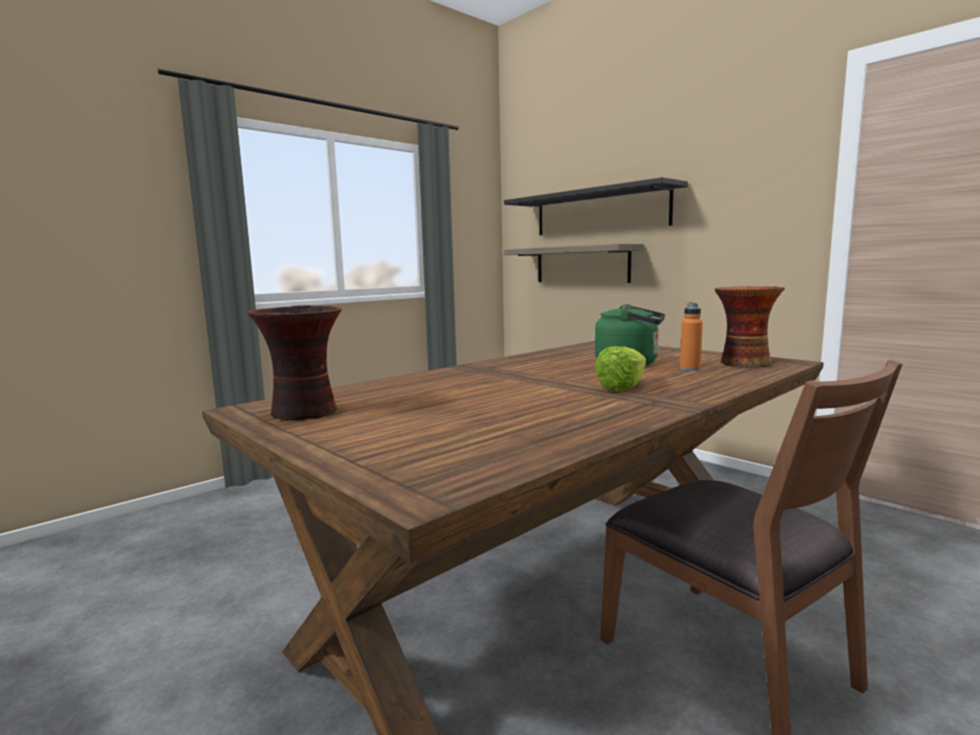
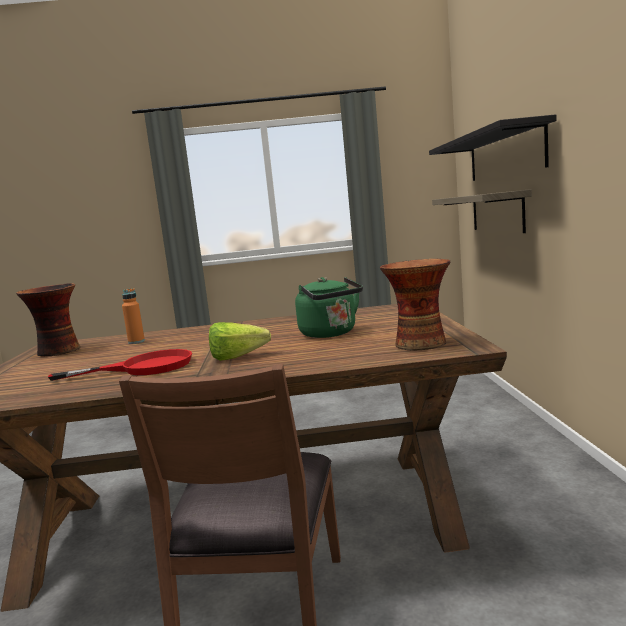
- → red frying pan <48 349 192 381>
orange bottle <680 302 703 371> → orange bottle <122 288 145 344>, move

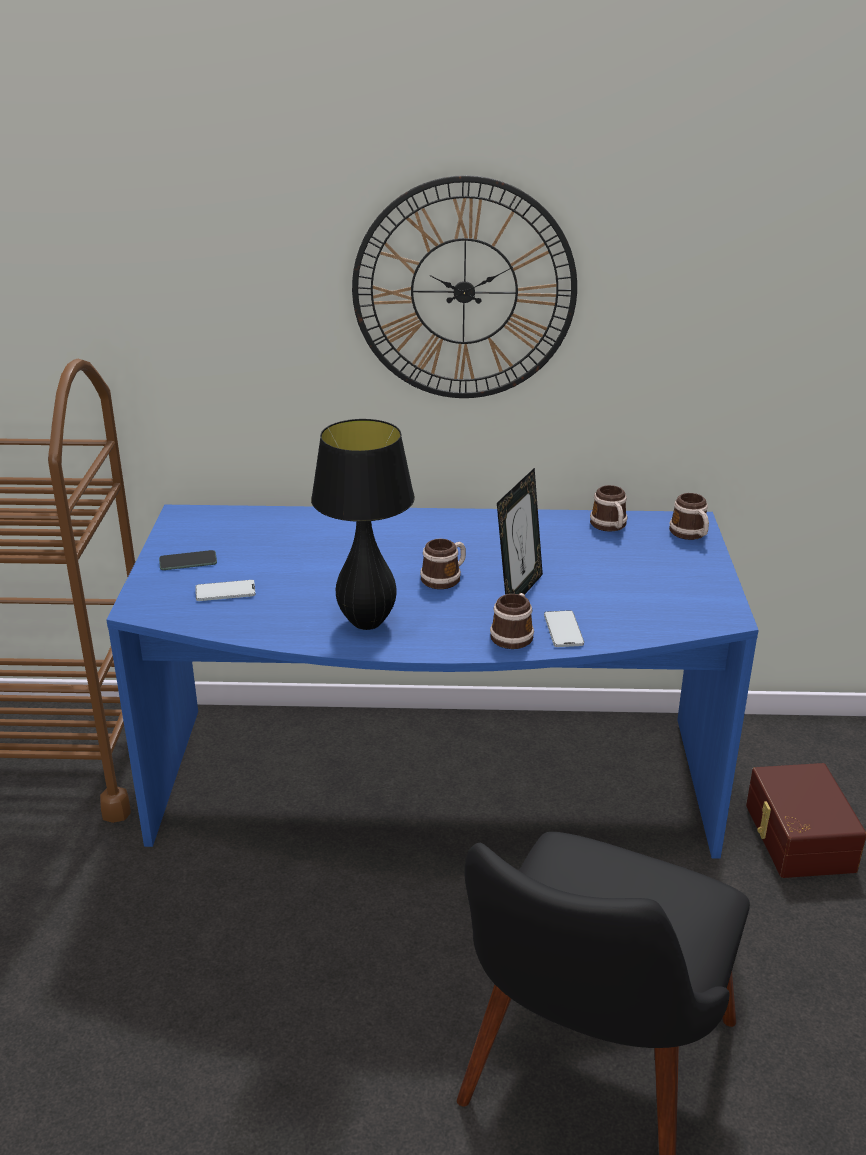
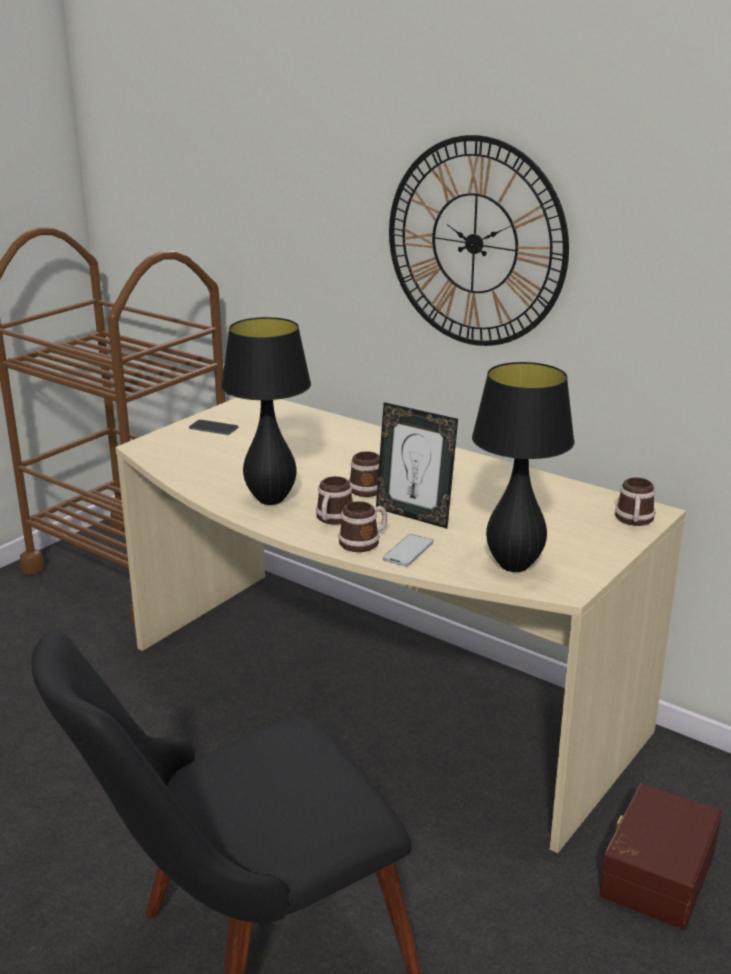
phone <196 580 256 601> → -
- → black table lamp <472 362 575 572>
mug <590 485 628 532> → mug <316 476 352 525>, move
blue desk <106 505 758 859> → beige desk <115 397 686 853>
picture frame <497 468 543 595> → picture frame <376 402 458 529>, 60 degrees clockwise

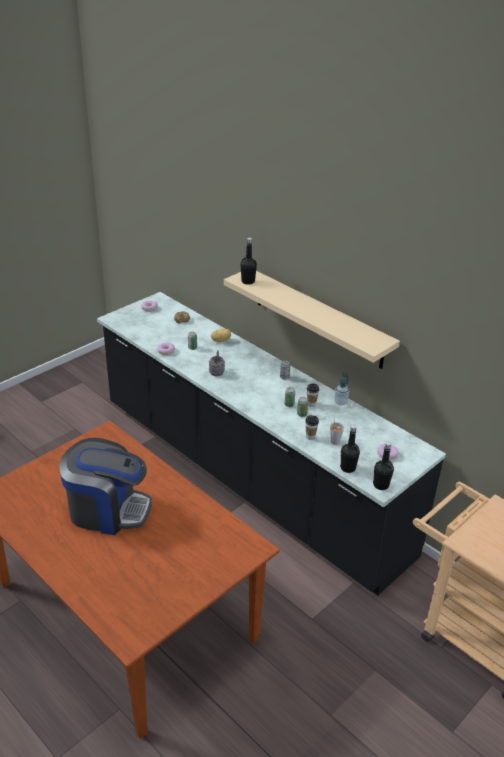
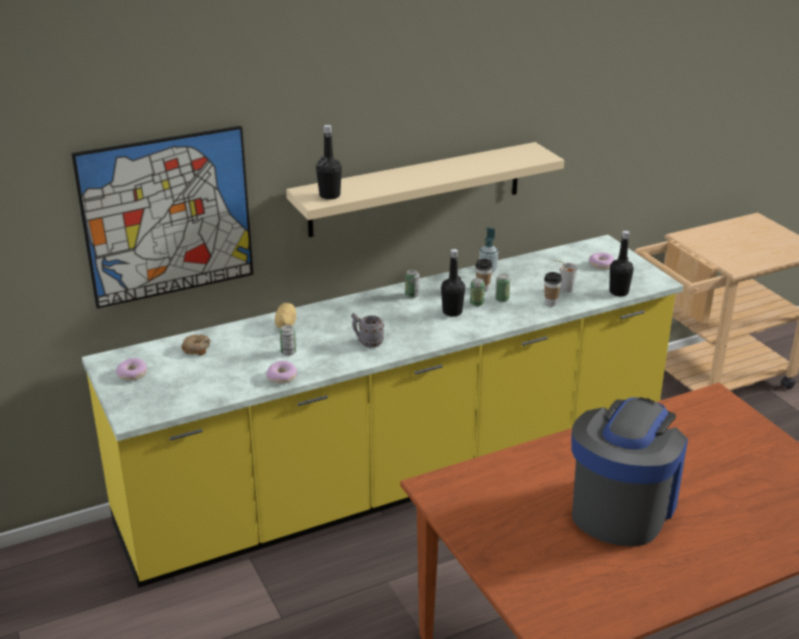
- → picture <71 126 253 309>
black bottle <373 442 394 490> → black bottle <441 249 465 317>, move
black counter <97 292 446 595> → yellow counter <82 235 684 588>

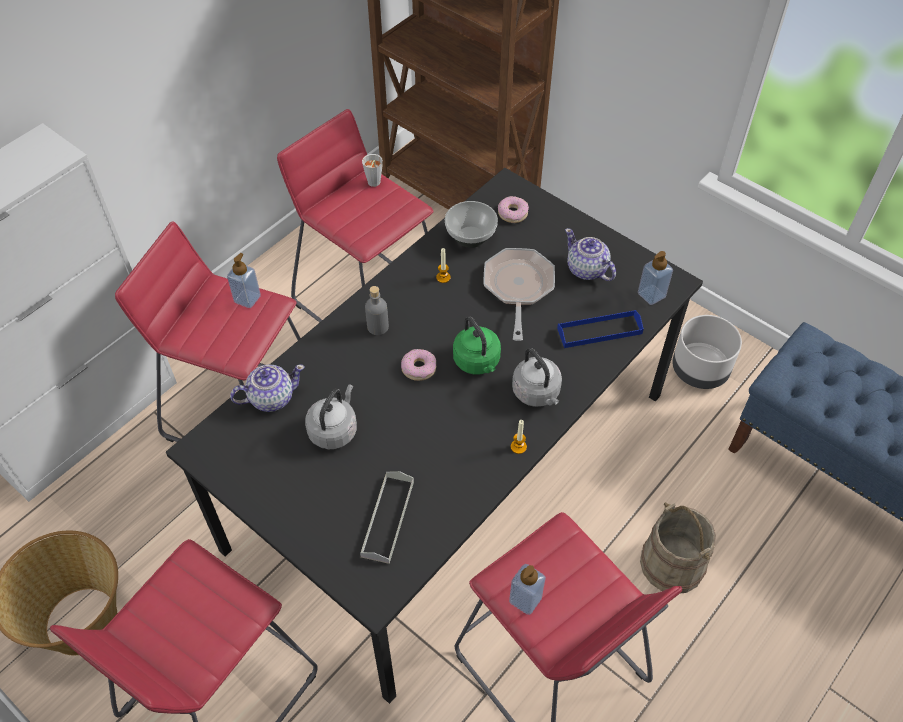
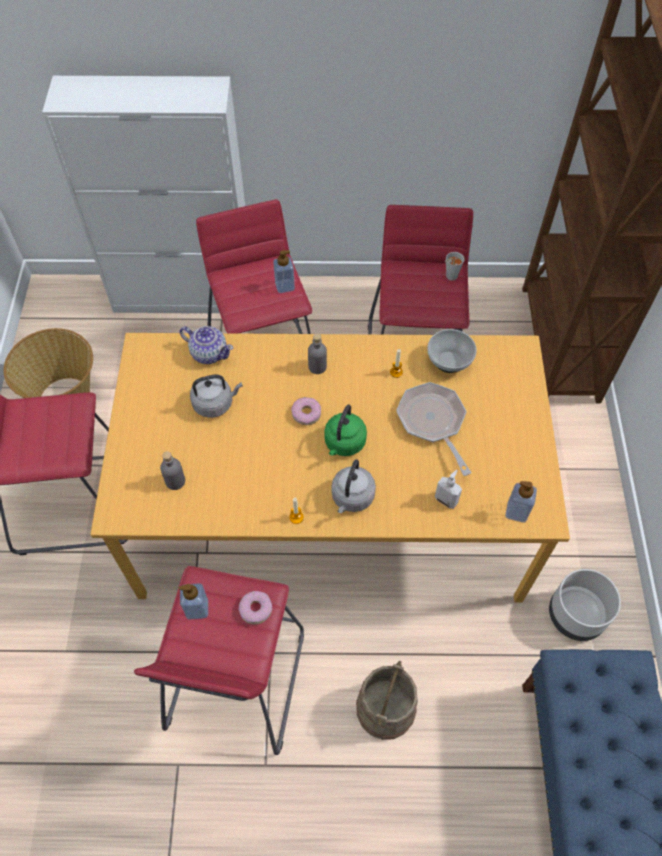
teapot <565 228 616 281> → -
donut <498 196 529 223> → donut <239 591 272 624>, move
grey tray <360 471 414 564> → grey bottle <160 451 185 490>
blue tray <557 310 644 348> → soap dispenser <435 470 462 509>
black dining table <166 168 703 704> → orange dining table <90 333 570 603>
frying pan <484 248 555 341> → frying pan <396 382 472 476>, 75 degrees counterclockwise

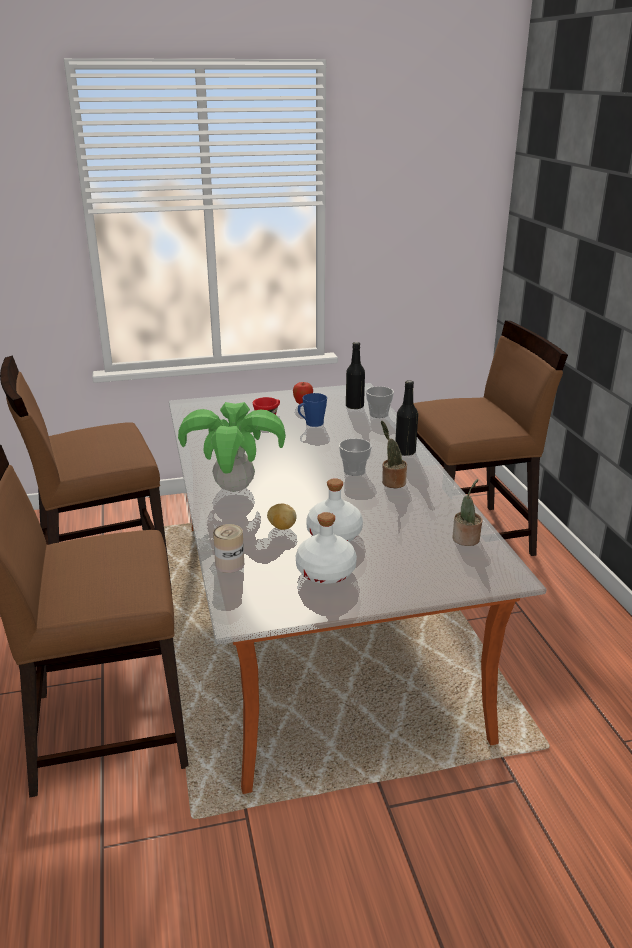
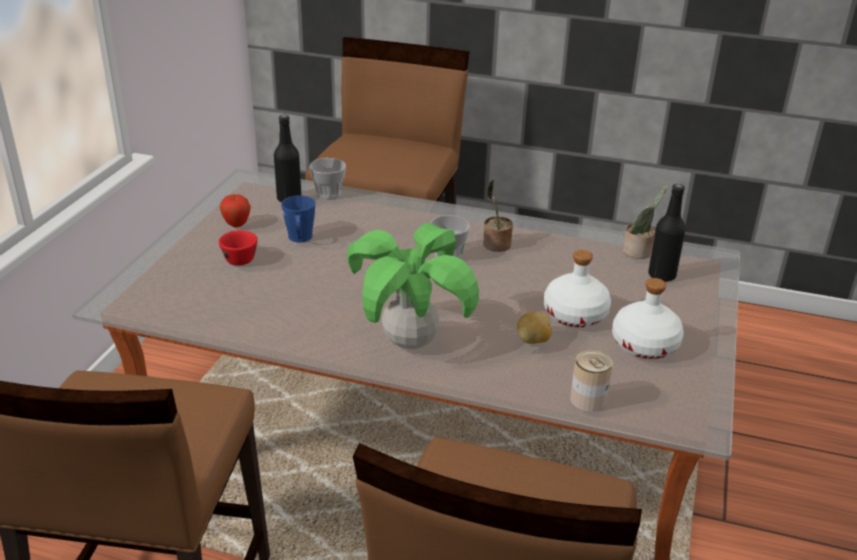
black bottle <395 380 418 456> → black bottle <648 184 686 282>, move

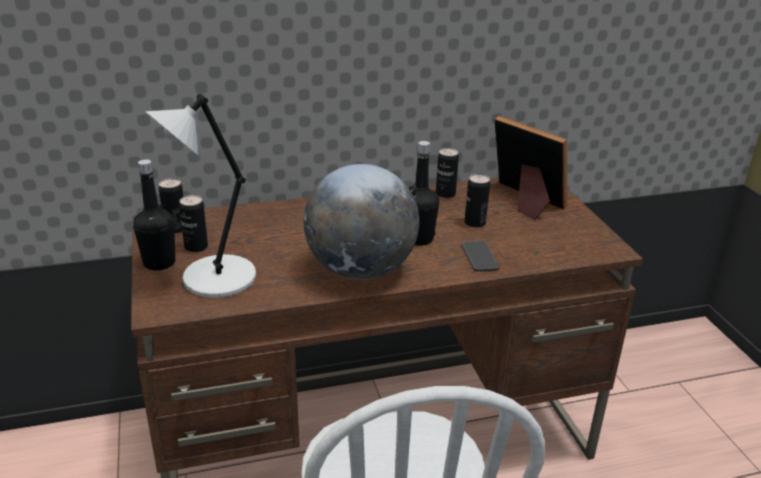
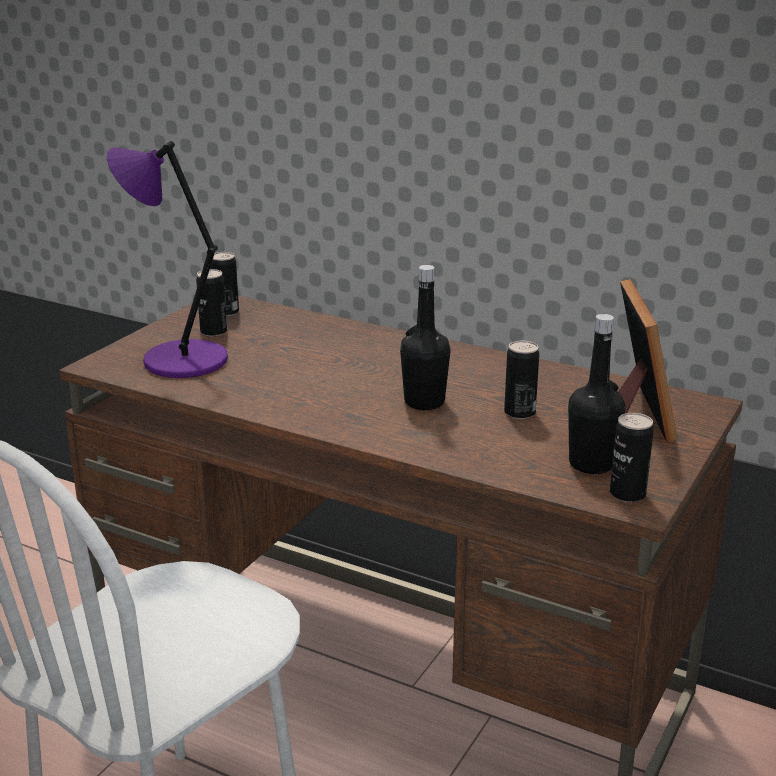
globe <304 164 419 280> → -
phone <462 241 500 271> → -
black bottle <133 159 176 271> → black bottle <568 314 625 474>, move
can <436 148 459 198> → can <610 413 654 502>, move
white table lamp <145 94 256 298> → purple table lamp <107 141 228 378>

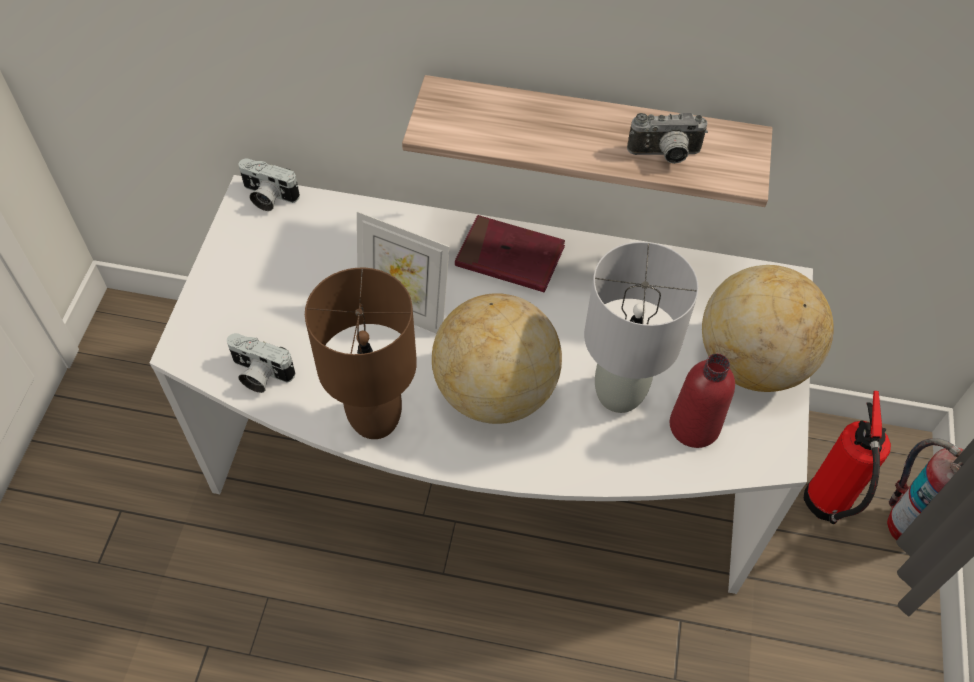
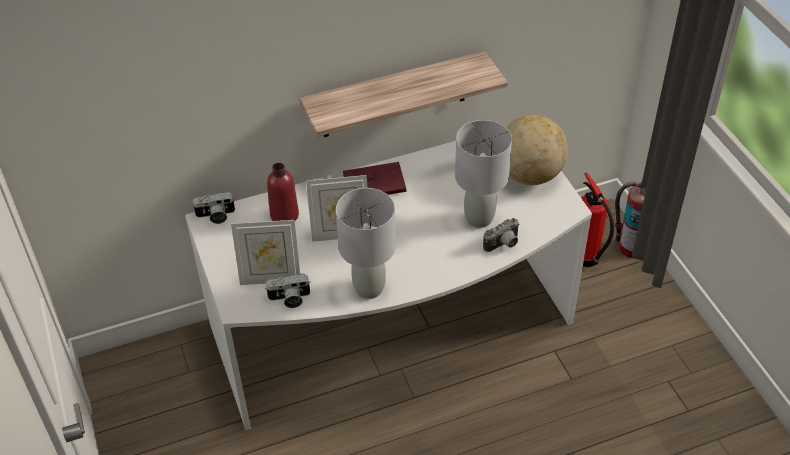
globe <432 293 562 424> → -
- → picture frame <231 220 300 285>
photo camera <627 113 708 164> → photo camera <483 218 520 252>, move
red bottle <670 354 735 448> → red bottle <267 163 299 221>, move
brown table lamp <305 268 417 439> → grey table lamp <336 188 396 299>

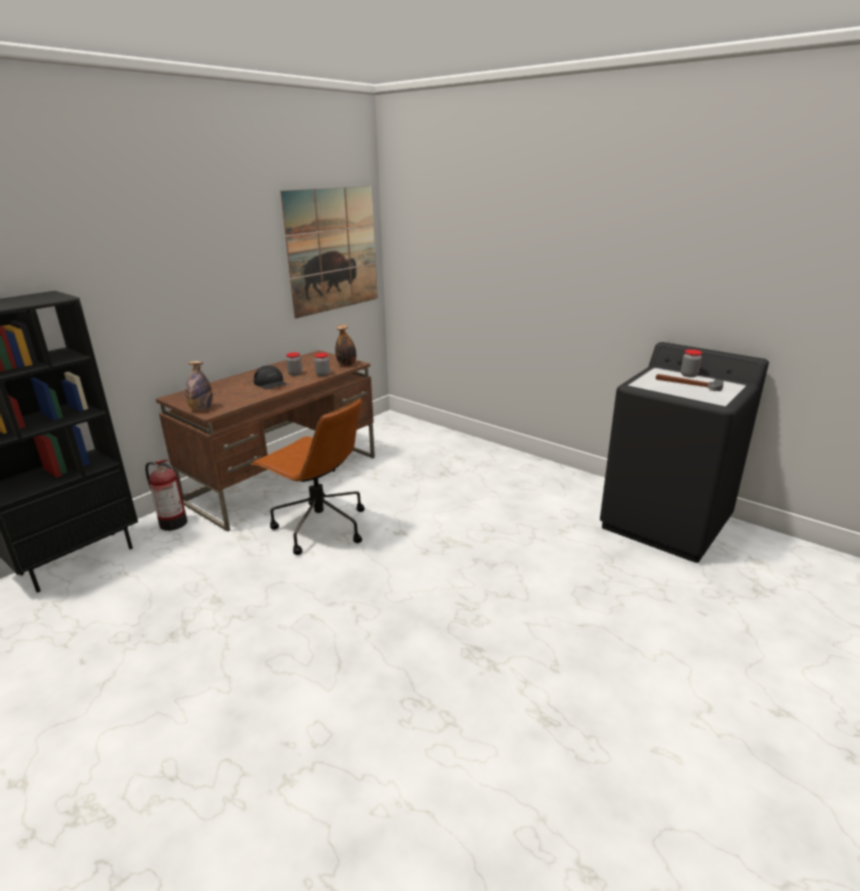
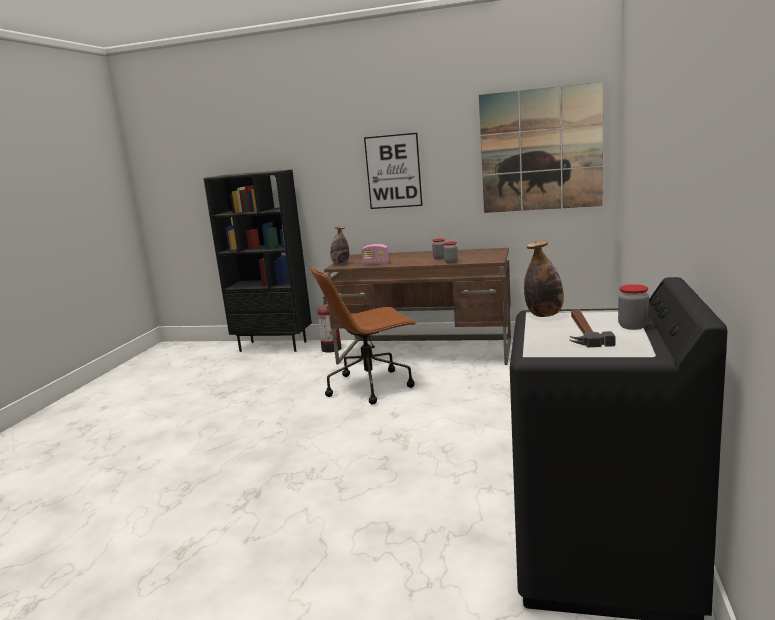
black cap <254 365 288 389> → -
- → radio <361 244 389 265>
- → picture <364 133 423 209>
bottle <335 325 356 366> → bottle <524 240 564 317>, move
brown office chair <251 398 365 555> → brown office chair <311 266 417 405>, 60 degrees clockwise

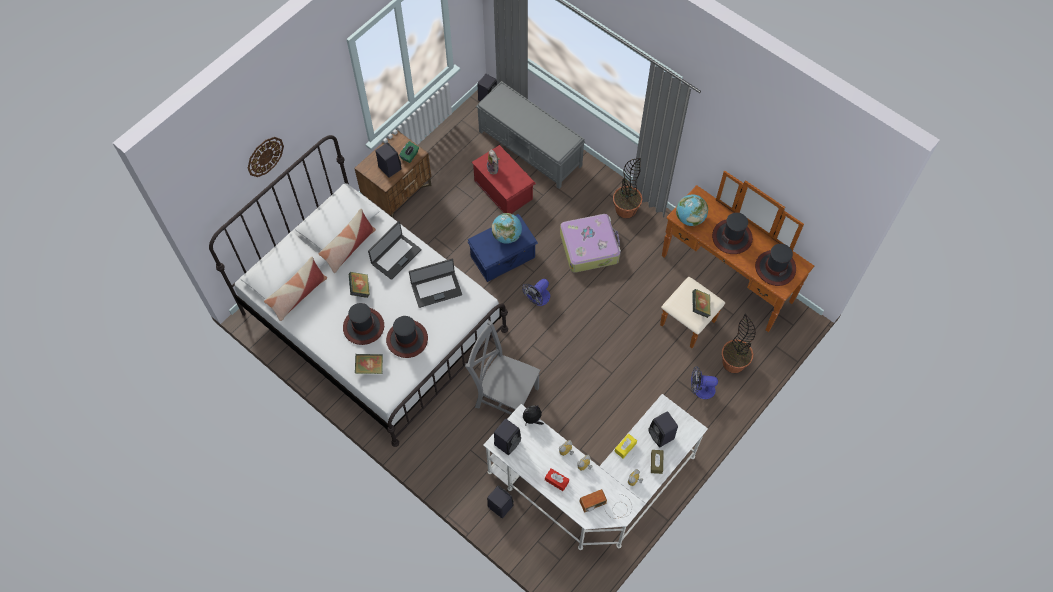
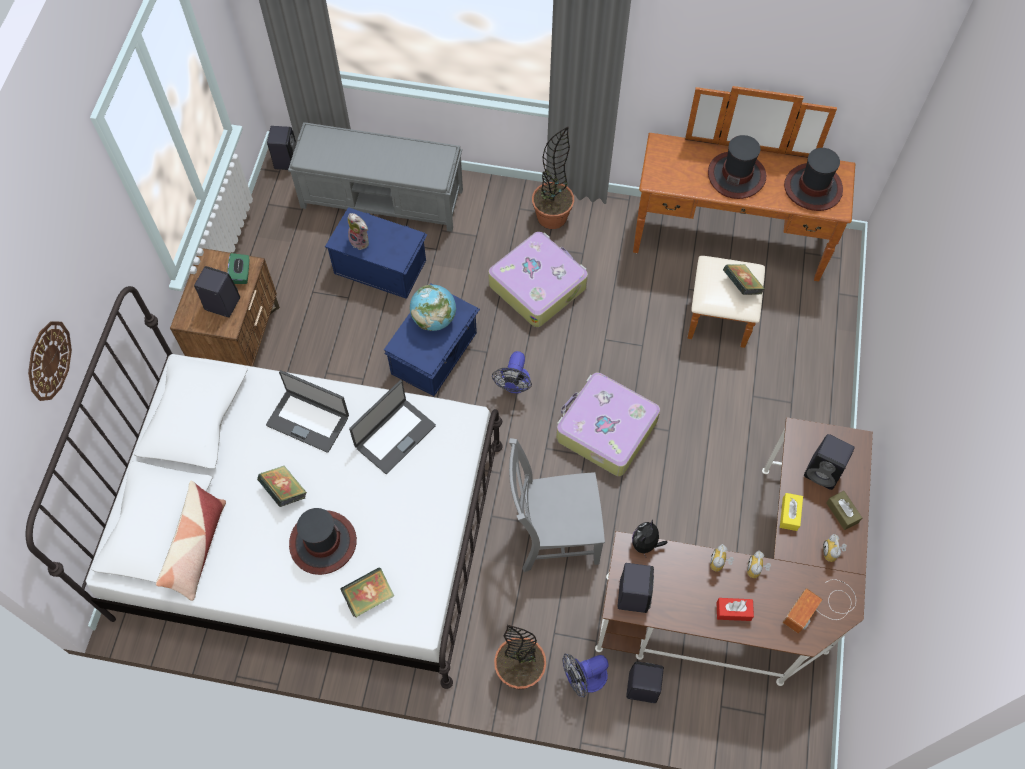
pillow <318 209 376 273> → -
hat <386 316 428 358> → -
globe <676 195 708 226> → -
- → suitcase <556 373 660 476>
fan <691 366 718 399> → fan <562 654 609 698>, move
potted plant <722 314 756 373> → potted plant <494 625 546 689>, move
red storage box <472 145 536 214> → blue storage box <325 207 428 299>
white desk <483 394 708 550> → brown desk <595 417 873 686>
laptop <368 221 422 280> → laptop <266 370 349 453>, 105 degrees clockwise

